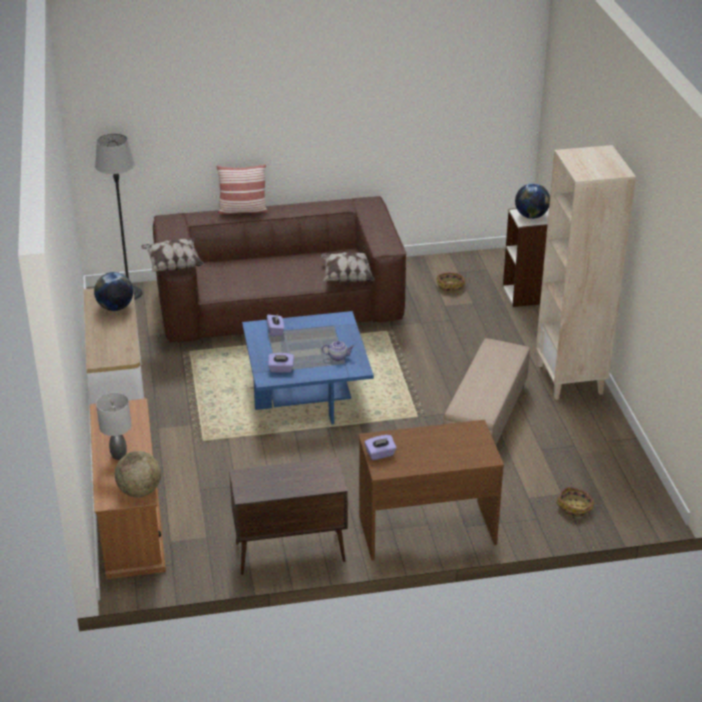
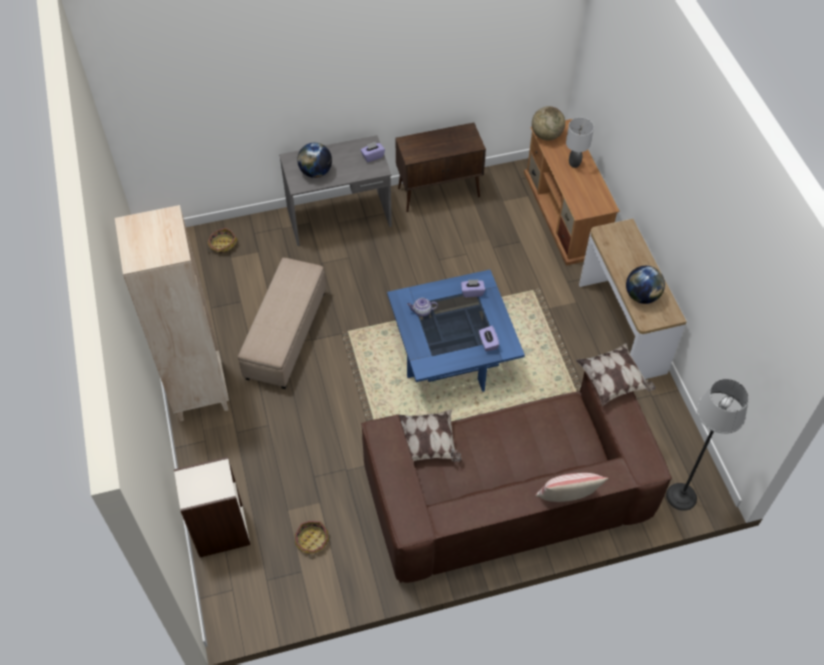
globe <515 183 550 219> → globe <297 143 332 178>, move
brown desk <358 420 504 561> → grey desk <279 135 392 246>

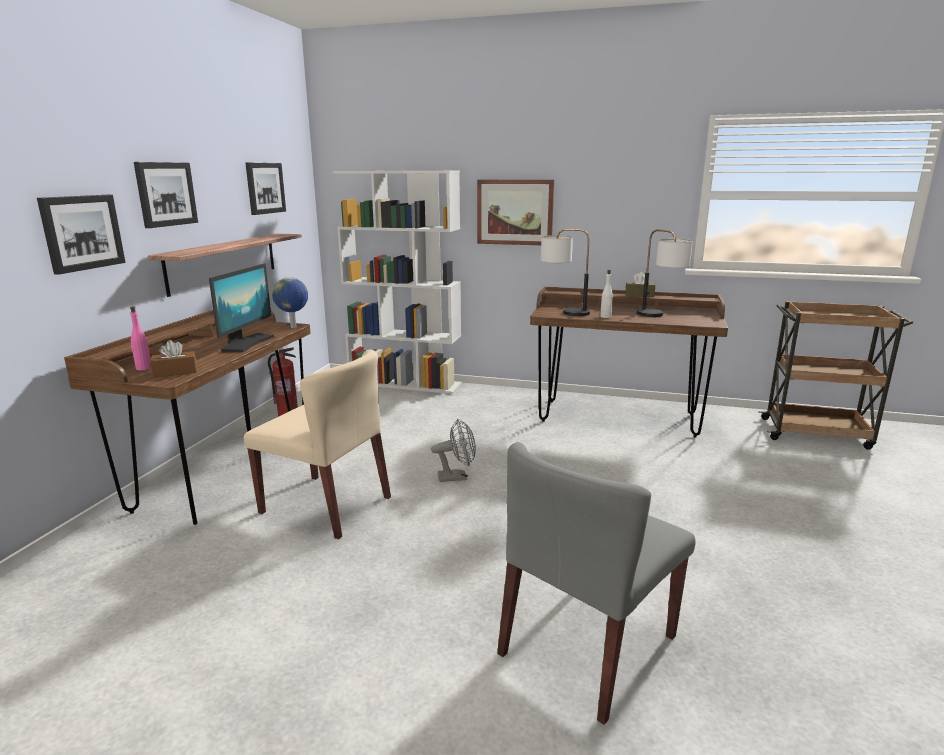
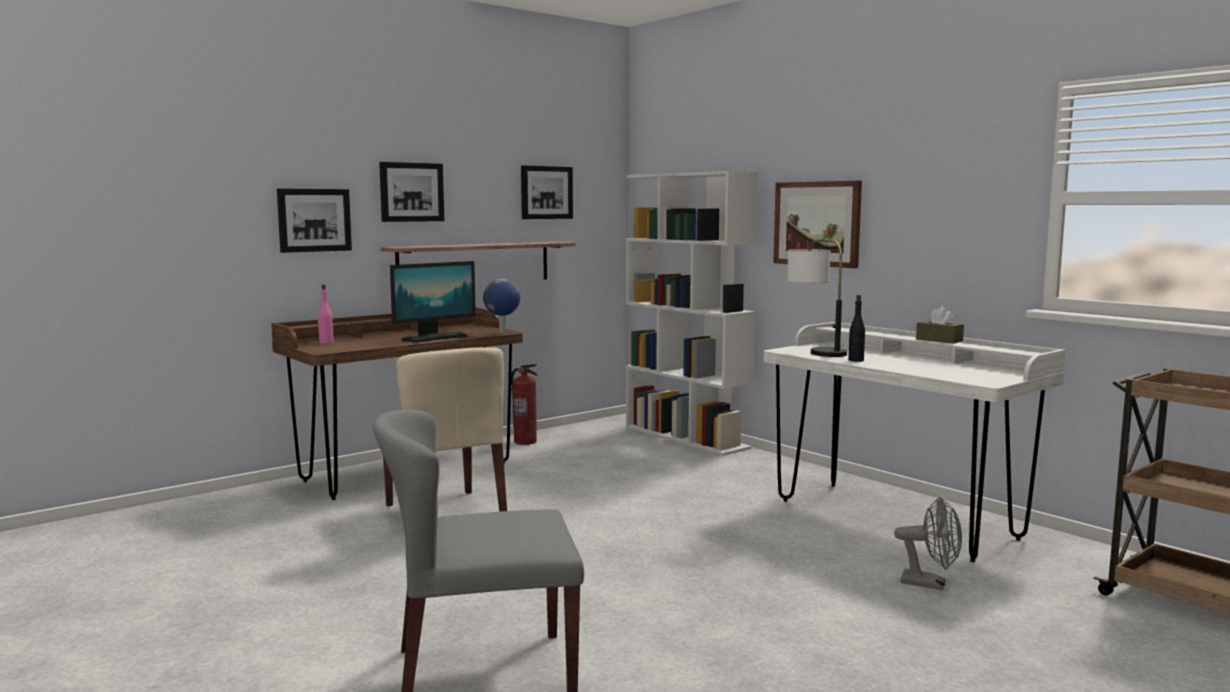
brown tissue box <150 340 197 378> → -
table lamp <636 229 693 317> → -
grey fan <431 419 476 482> → grey fan <894 497 962 590>, move
brown desk <530 286 728 437> → white desk <764 322 1065 562>
white bottle <600 270 613 318> → black bottle <848 295 865 362>

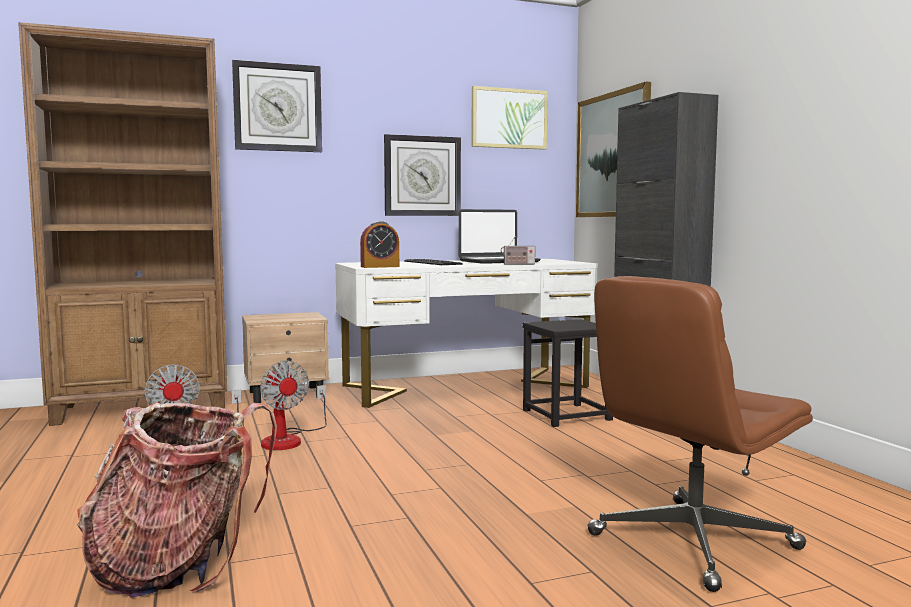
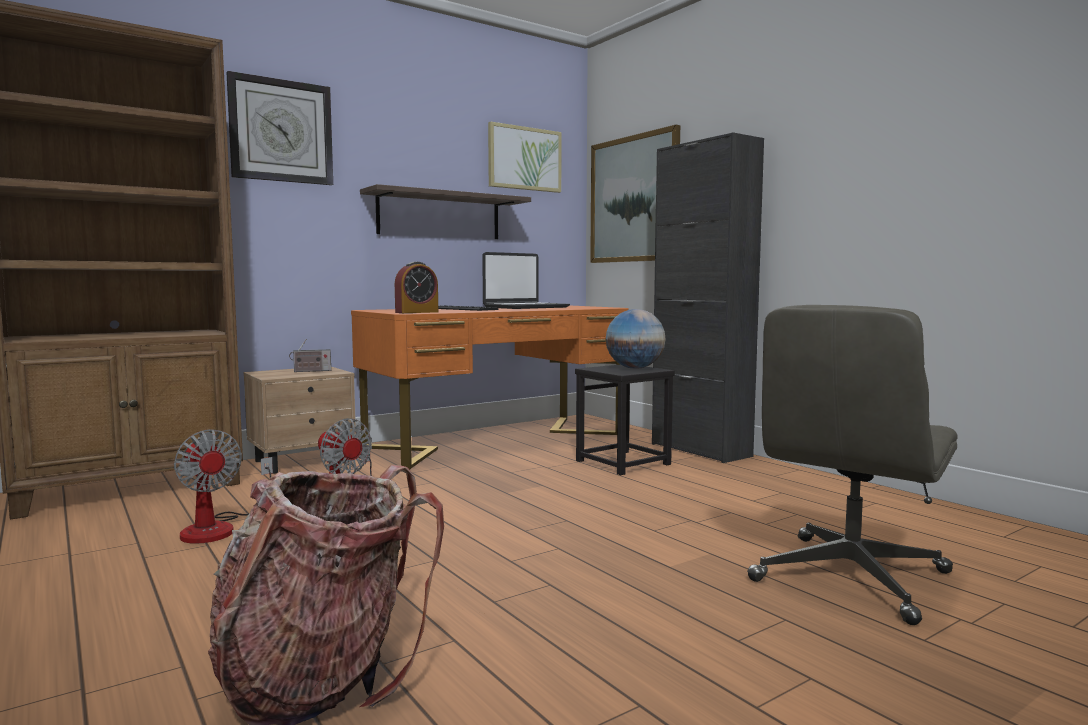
- → globe <606 309 666 369>
radio <501 236 535 265> → radio <289 339 331 372>, move
wall clock <384 134 461 216> → shelf <360 184 531 239>
white desk <335 259 598 408> → orange desk <351 306 628 470>
brown office chair <587 276 813 592> → grey office chair <747 305 958 625>

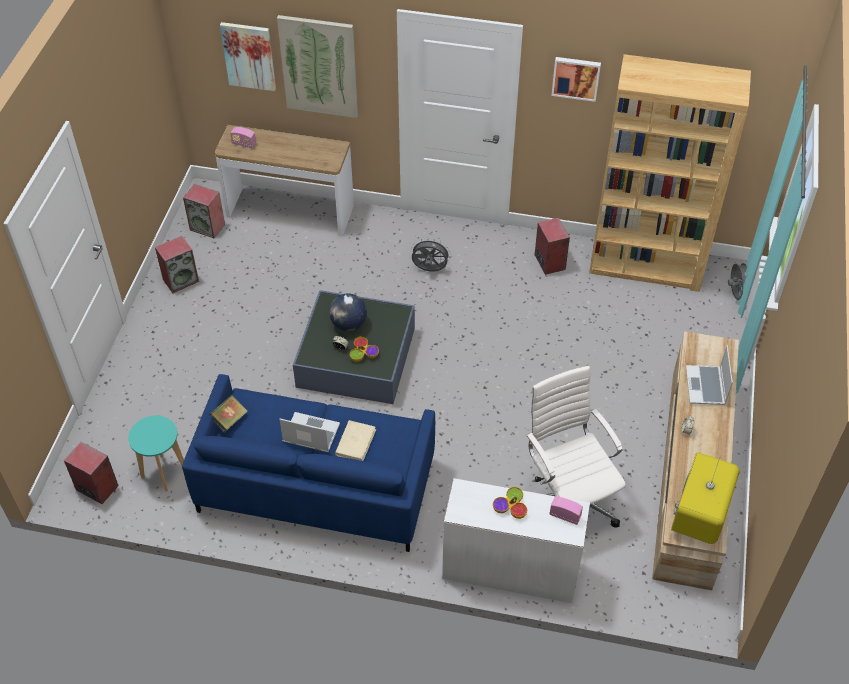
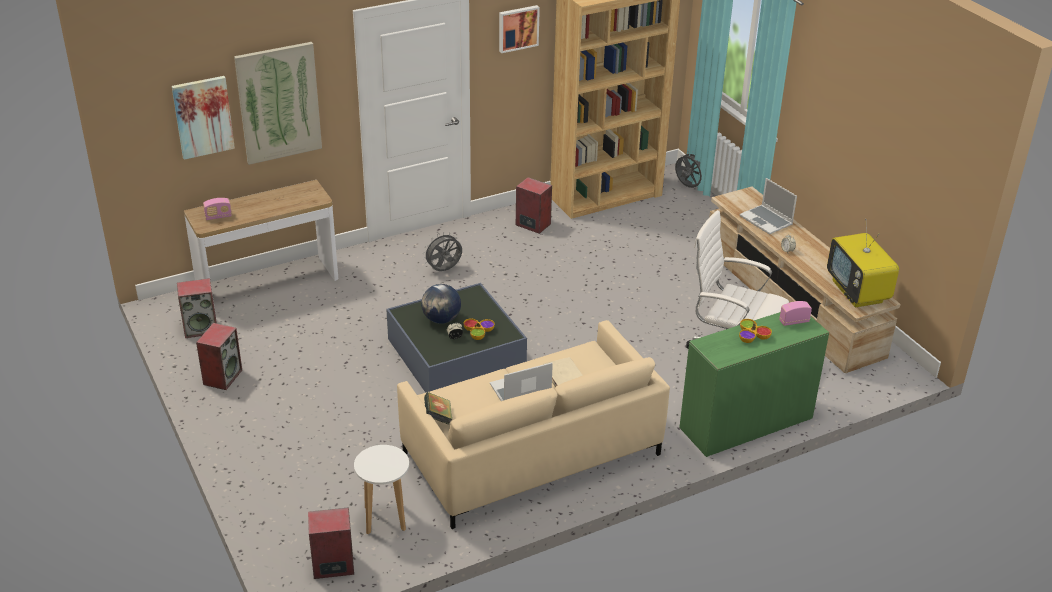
turquoise stool <128 416 184 492> → white stool <354 445 409 534>
blue sofa <182 374 435 552> → beige sofa <397 320 670 529>
white desk <442 478 590 603> → green desk <679 312 829 457>

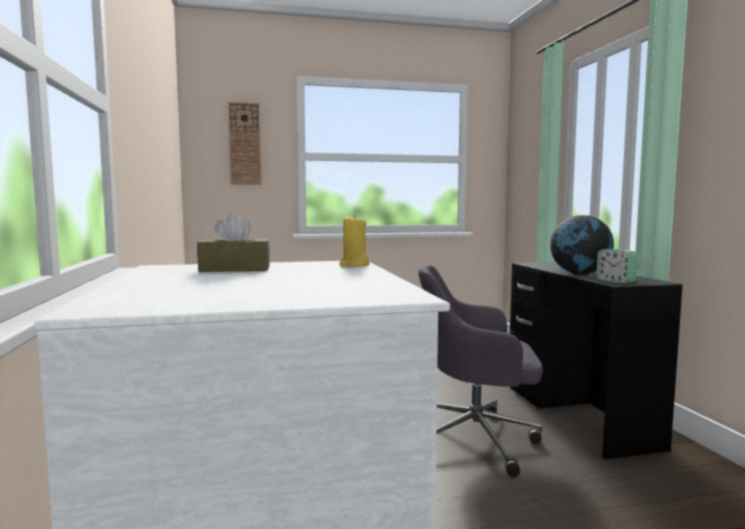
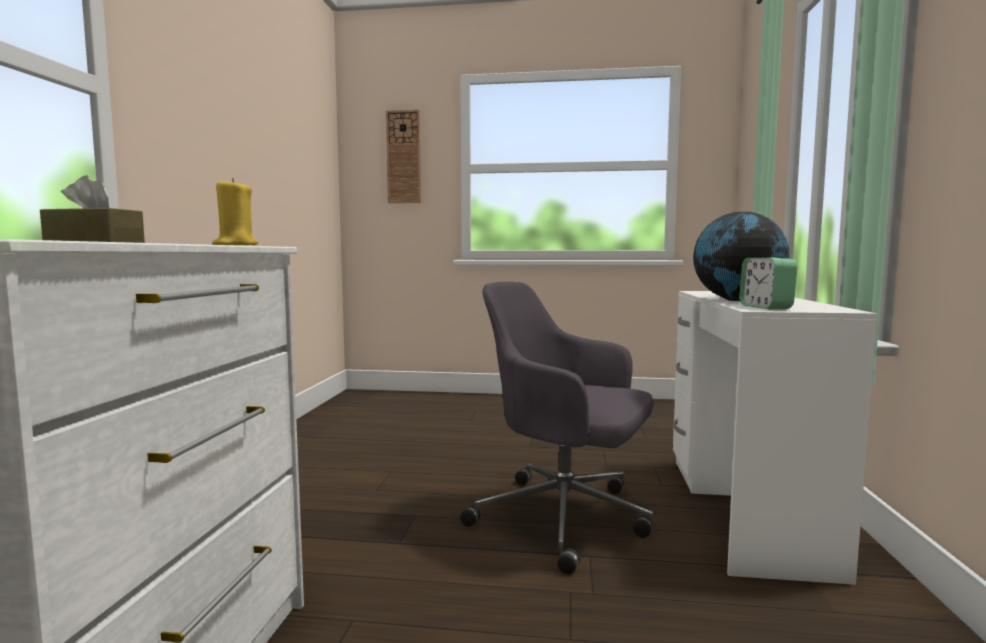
black desk <510 262 683 459> → white desk <673 291 877 585>

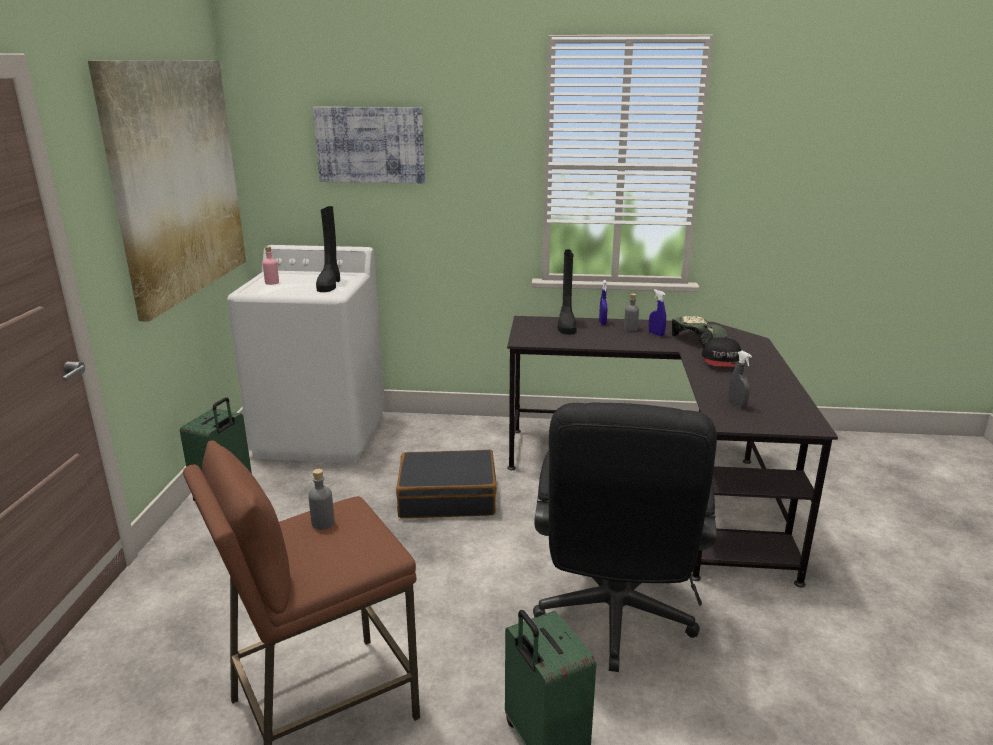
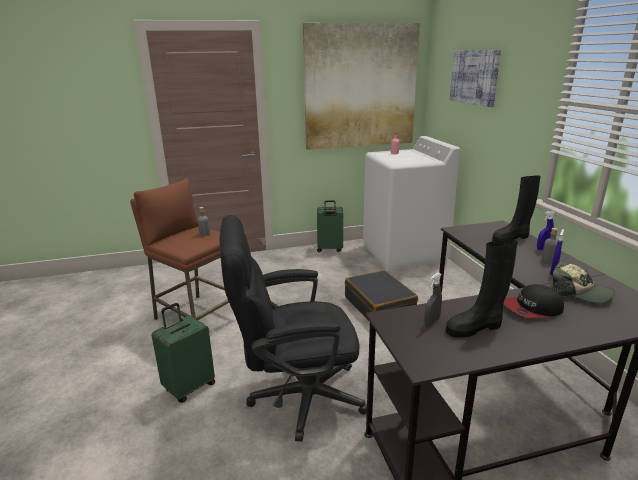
black boot <316 206 340 292> → black boot <446 239 518 338>, move

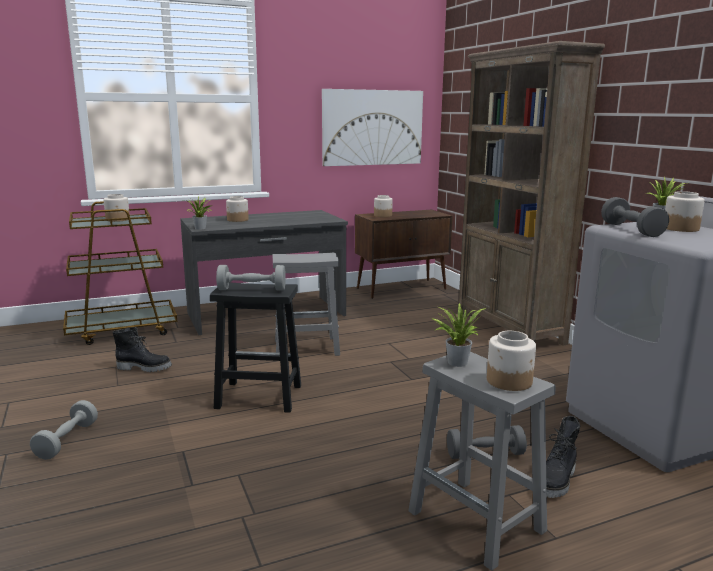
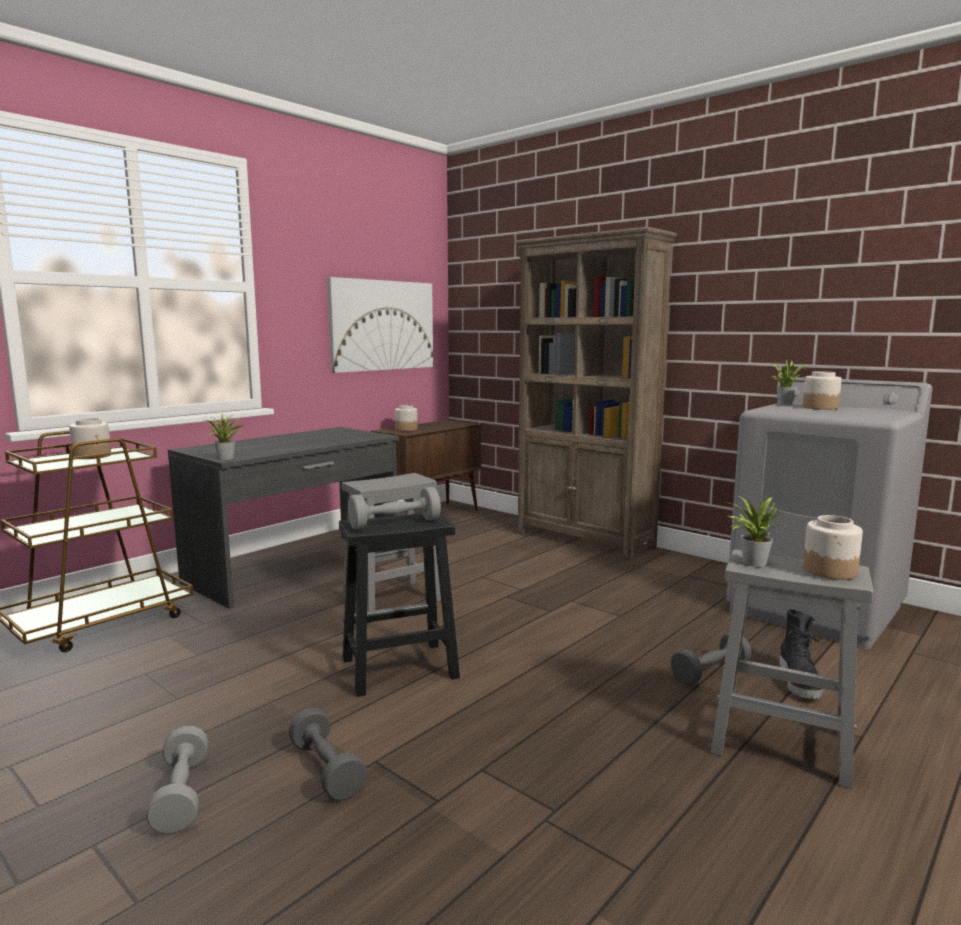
black boot <112 327 172 372> → -
jar <226 196 249 222> → -
grey dumbbell <601 197 669 237> → grey dumbbell <289 708 367 801>, move

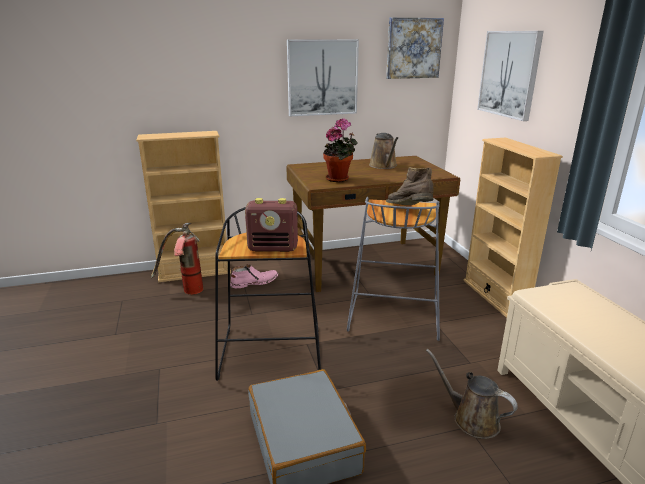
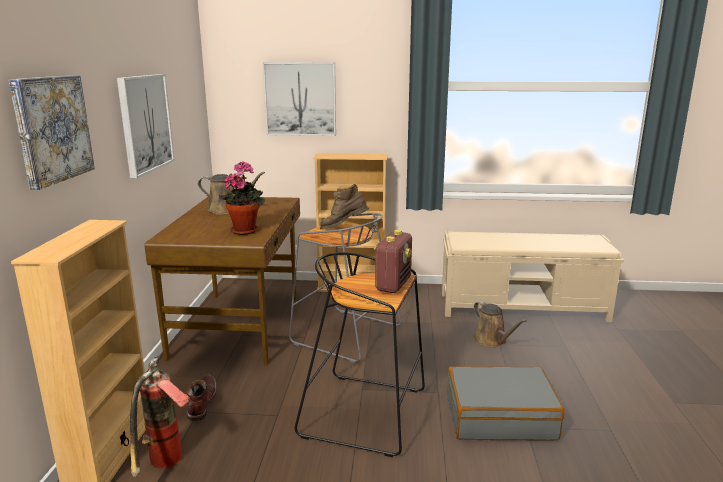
picture <386 17 444 79> → picture <9 75 95 190>, move
pink boot <230 264 278 289> → brown boot <187 375 217 421>
brown watering can <426 349 518 439> → brown watering can <474 301 527 347>, 90 degrees counterclockwise

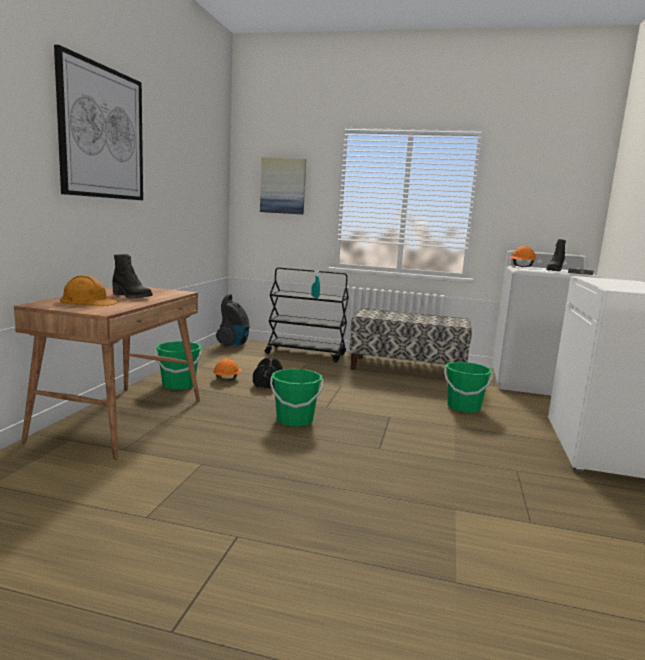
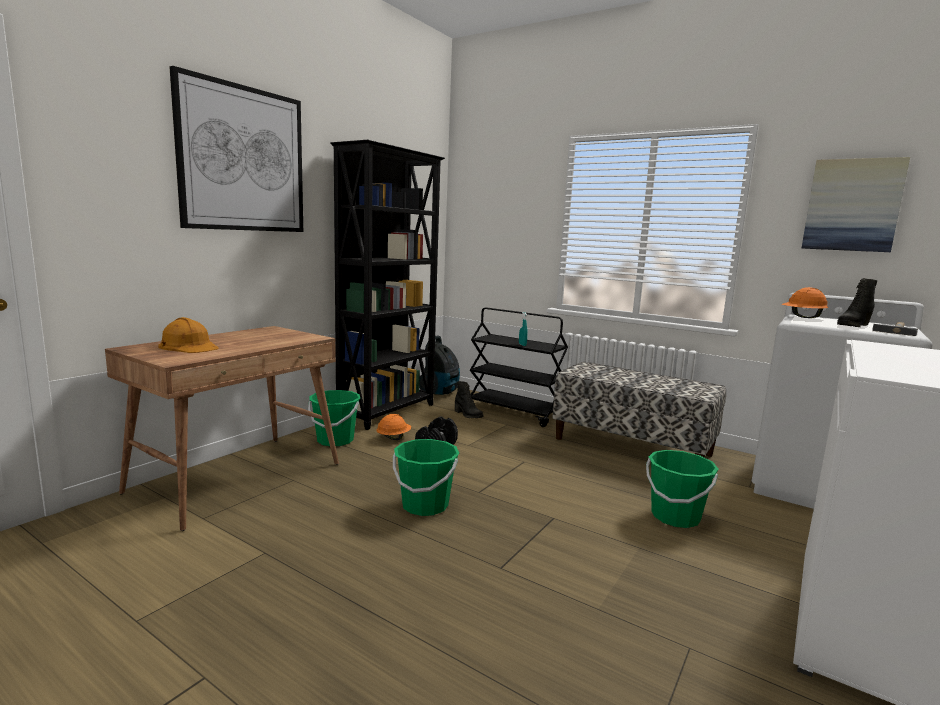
- → black bookcase <330 140 445 430>
black boot <112 254 153 298> → black boot <455 381 483 418>, move
picture <260 157 306 215> → picture <802 157 910 252>, move

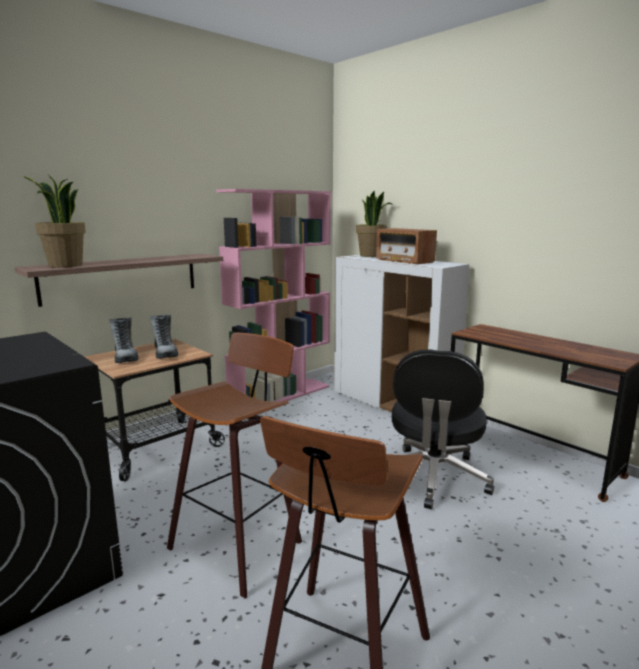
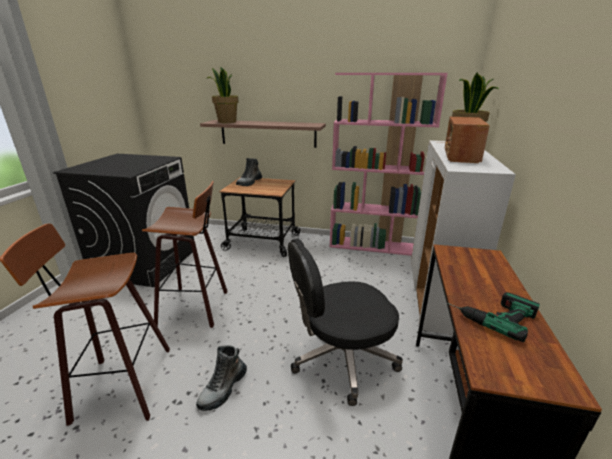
- → power drill <447 292 540 342>
boot <150 314 178 359> → boot <196 345 247 411>, move

